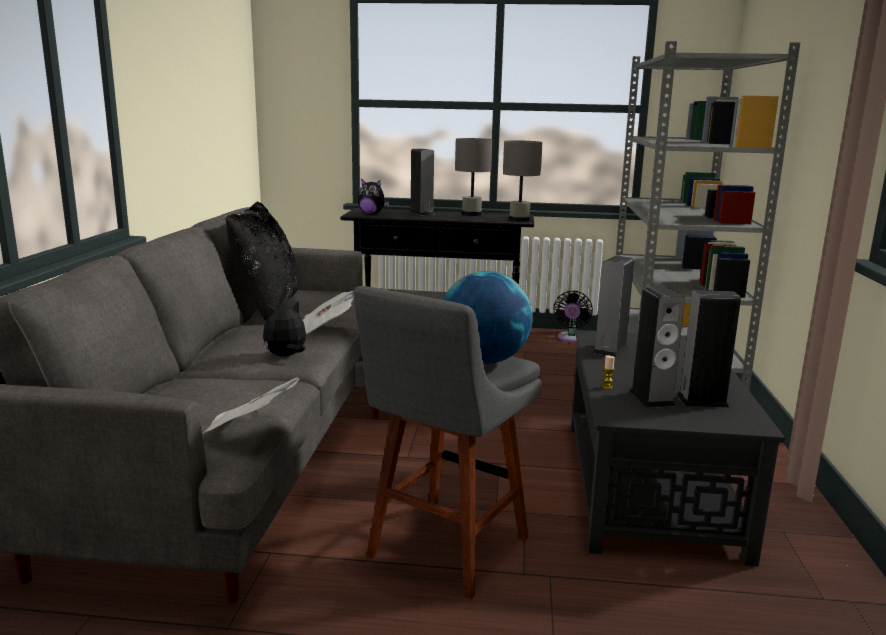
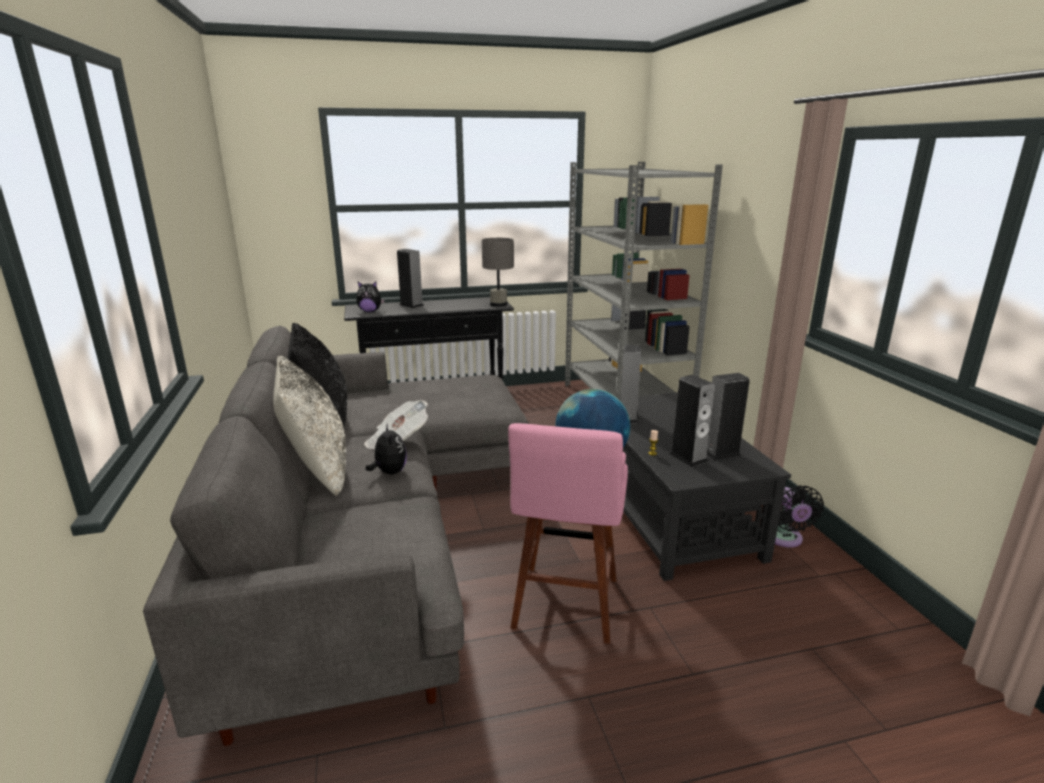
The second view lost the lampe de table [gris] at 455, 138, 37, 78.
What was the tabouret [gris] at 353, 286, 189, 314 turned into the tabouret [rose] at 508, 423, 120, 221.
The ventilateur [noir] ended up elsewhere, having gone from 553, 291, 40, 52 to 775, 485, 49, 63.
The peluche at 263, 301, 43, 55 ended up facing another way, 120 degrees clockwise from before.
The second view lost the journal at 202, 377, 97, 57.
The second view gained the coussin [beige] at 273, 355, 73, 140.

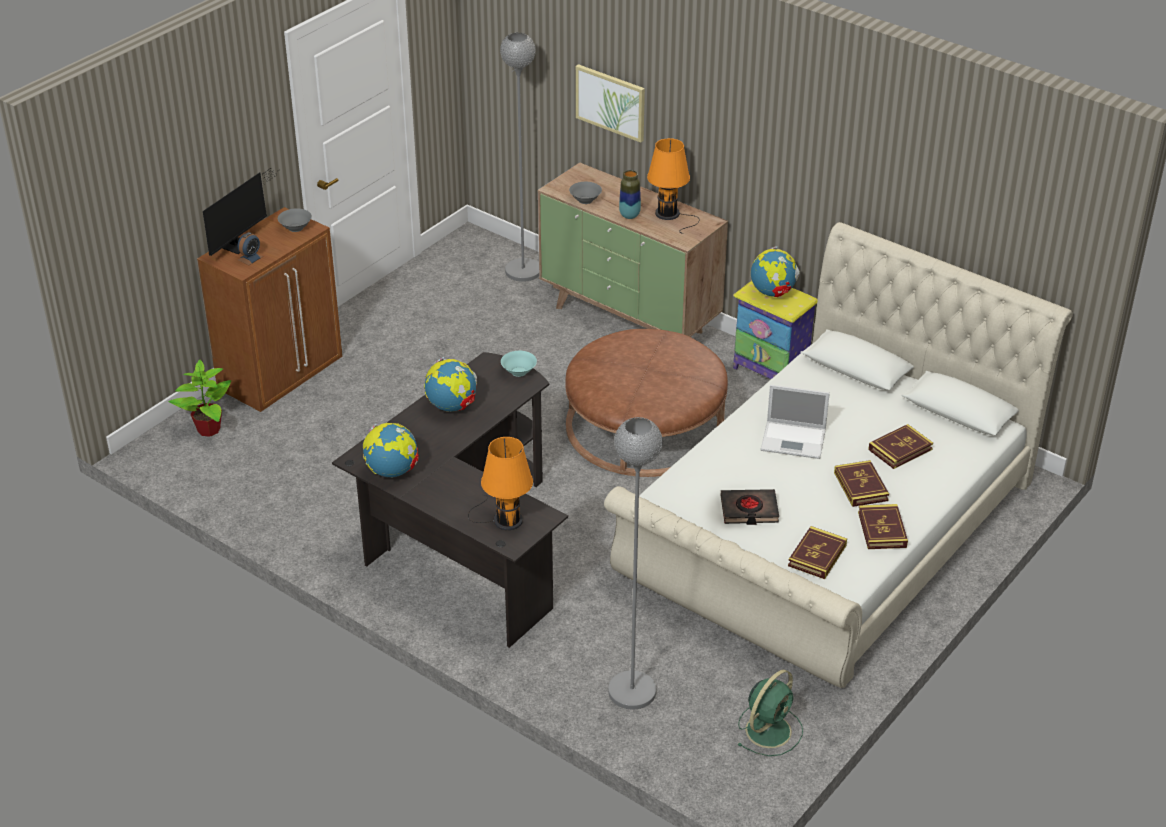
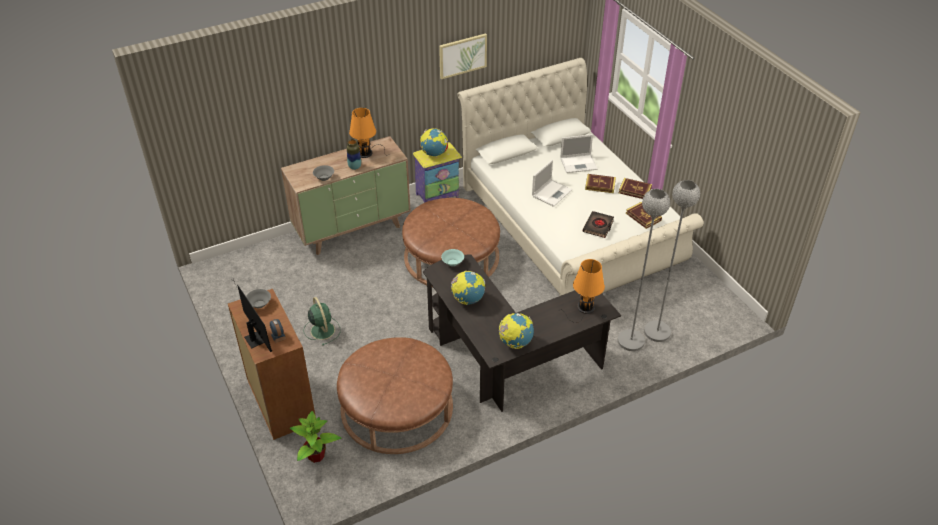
The lampadaire [gris] ended up elsewhere, having gone from 500, 32, 39, 250 to 618, 189, 52, 162.
The tableau ended up elsewhere, having gone from 576, 64, 69, 79 to 439, 33, 48, 46.
Where the livre stood at 868, 424, 65, 45, the ordinateur portable came to stand at 560, 134, 37, 39.
The ventilateur [vert] ended up elsewhere, having gone from 738, 669, 65, 87 to 304, 297, 36, 48.
The second view gained the pouf [marron] at 337, 337, 116, 117.

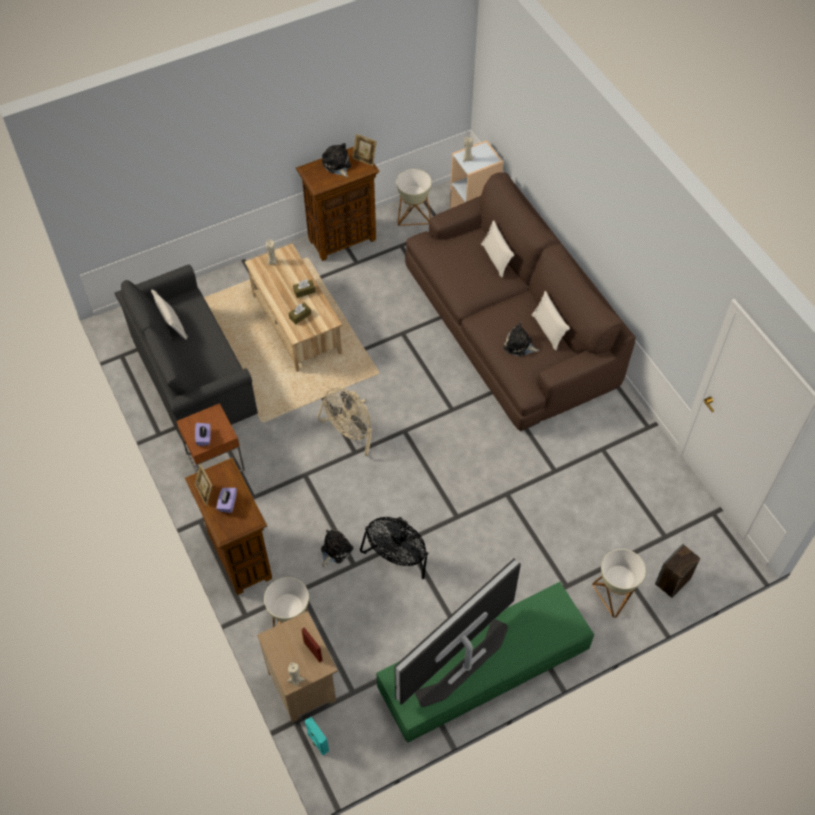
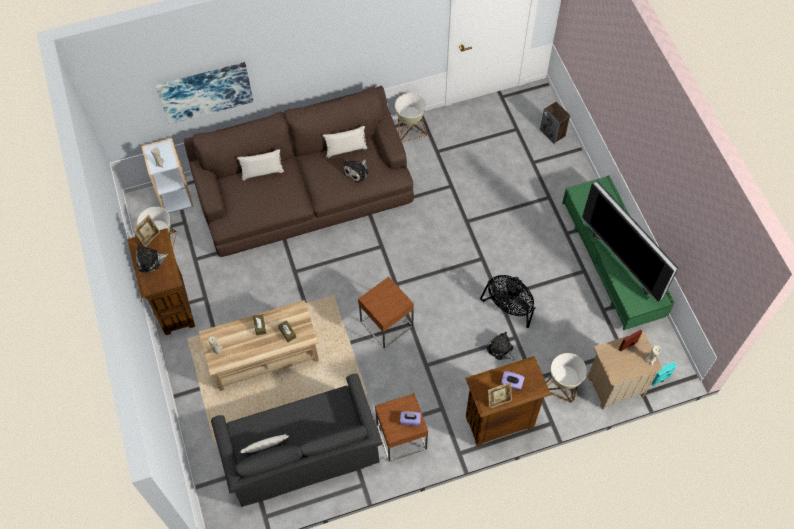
Where the ventilateur [beige] stood at 318, 387, 55, 69, the table d'appoint [marron] came to stand at 358, 277, 56, 71.
The ventilateur [noir] at 360, 517, 69, 62 ended up facing another way, 90 degrees clockwise from before.
The cache-pot ended up elsewhere, having gone from 592, 549, 54, 69 to 395, 93, 32, 49.
The second view gained the tableau at 156, 62, 98, 62.

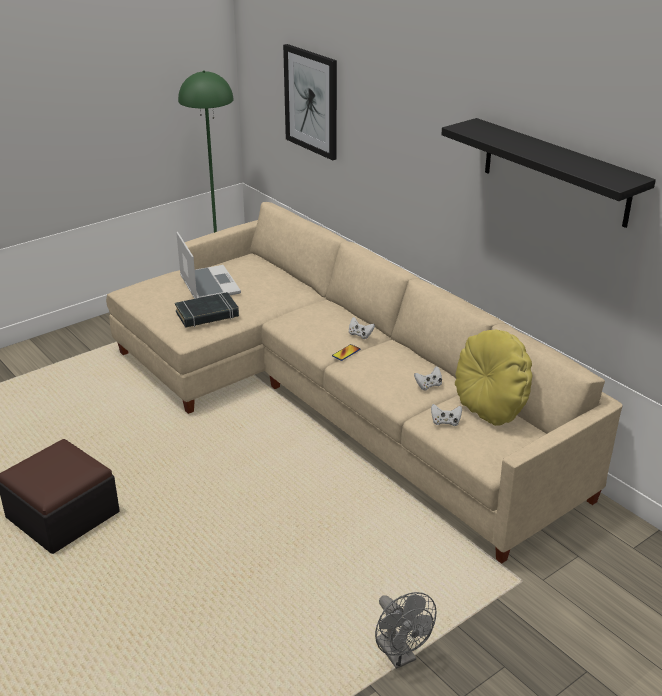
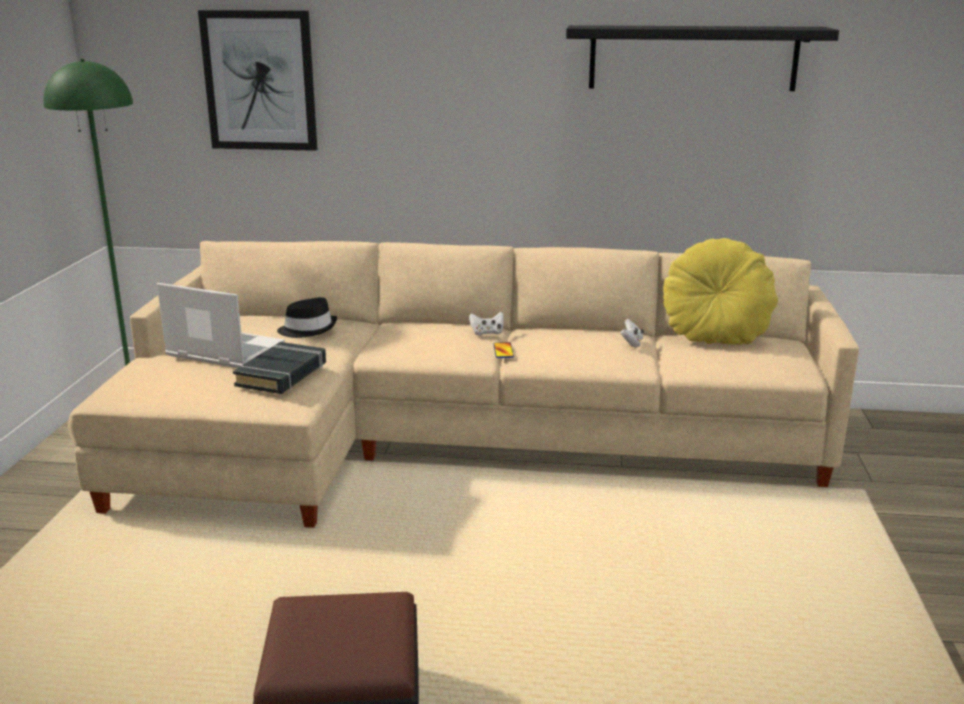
The second view lost the manette [blanc] at 431, 404, 31, 22.
The second view lost the ventilateur [gris] at 375, 592, 62, 77.
The second view gained the chapeau [noir] at 277, 297, 60, 41.

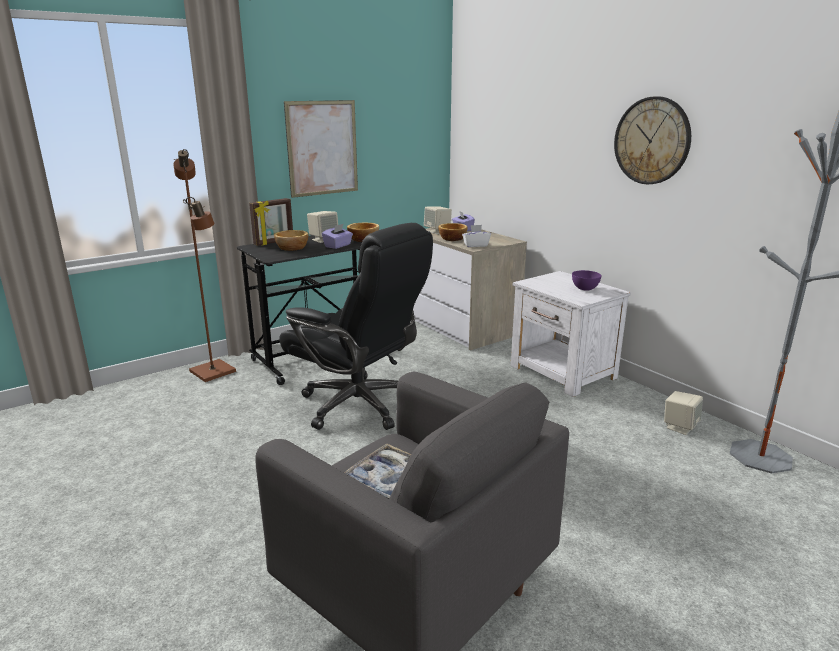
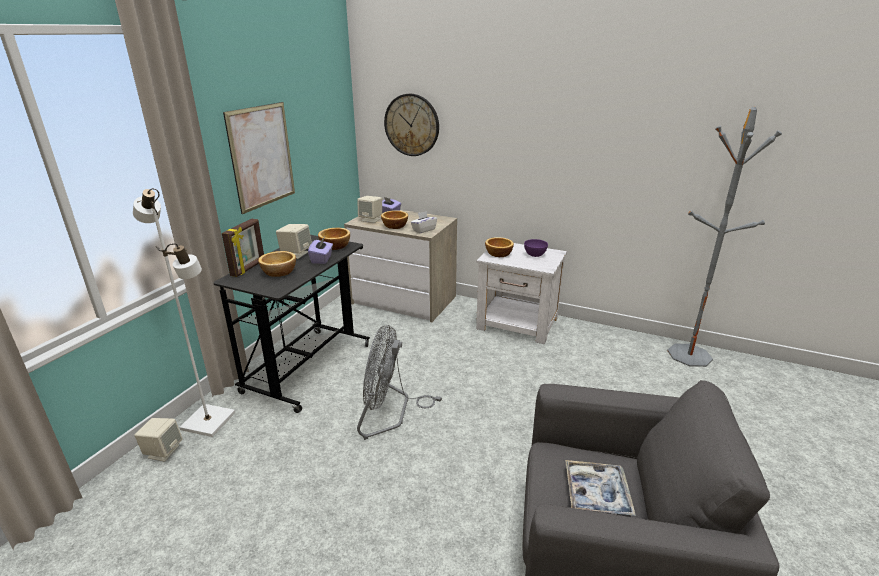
The horloge murale ended up elsewhere, having gone from 614, 96, 77, 88 to 384, 94, 55, 62.
What was the lampadaire [marron] at 173, 149, 63, 233 turned into the lampadaire [blanc] at 133, 188, 102, 249.
Where the chaise de bureau [noir] stood at 280, 223, 153, 207, the ventilateur [gris] came to stand at 357, 325, 85, 115.
The enceinte [beige] ended up elsewhere, having gone from 664, 391, 39, 44 to 134, 418, 48, 44.
The second view gained the bol at 485, 237, 29, 20.

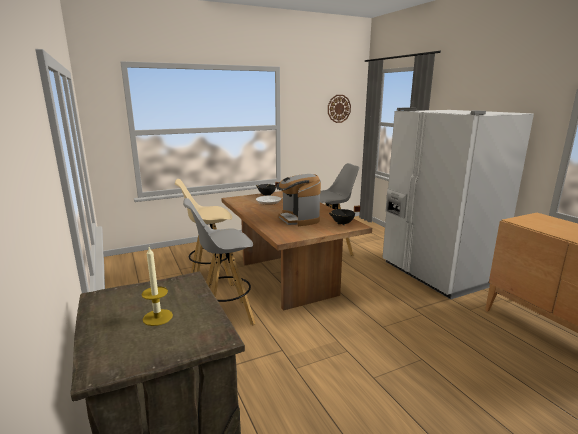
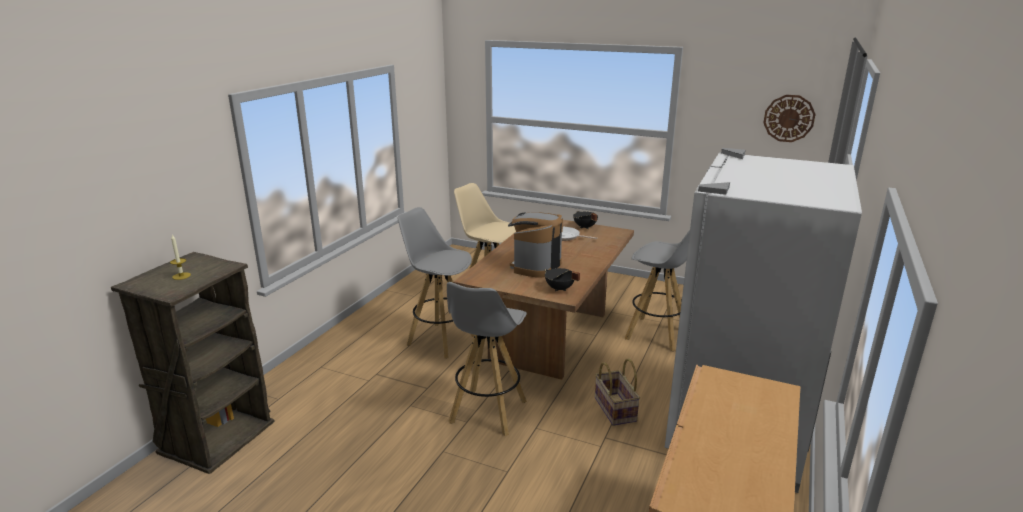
The second view gained the tabouret [gris] at 447, 282, 80, 154.
The second view gained the panier at 595, 358, 45, 68.

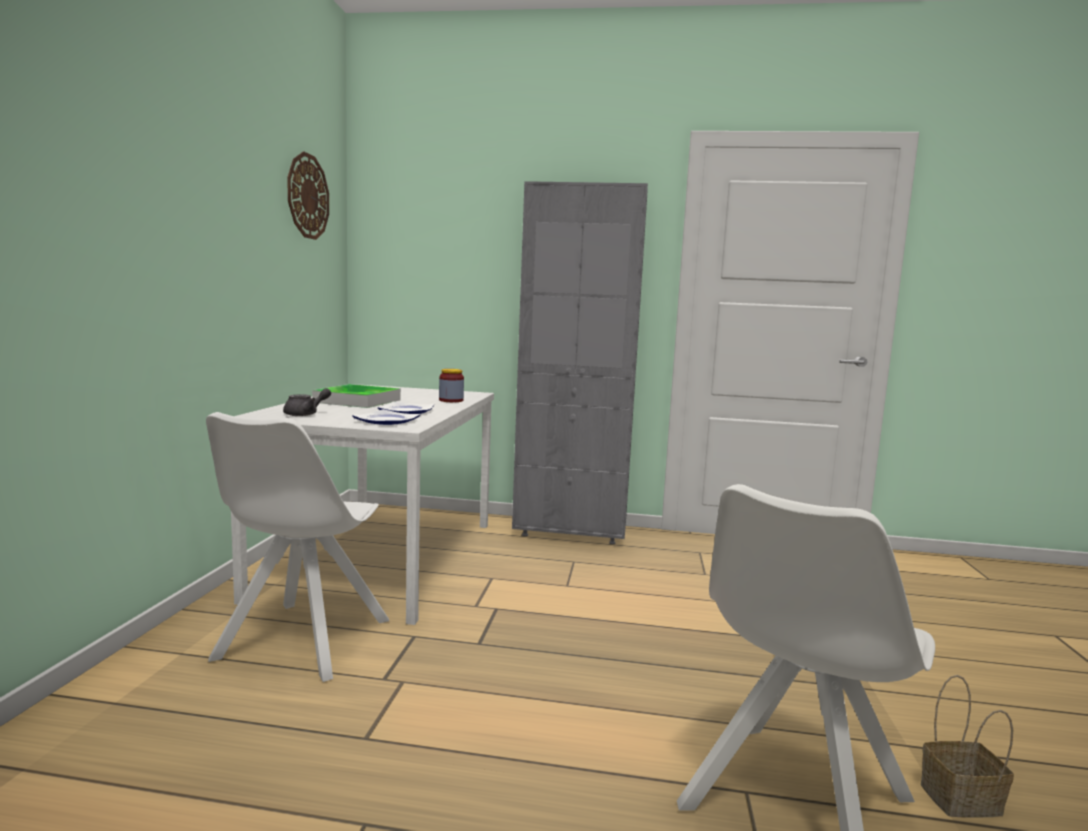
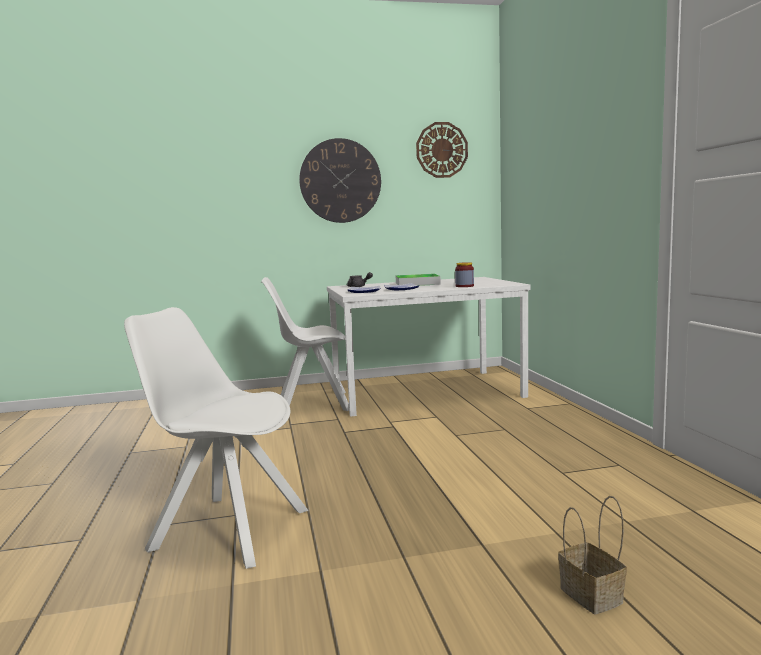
The second view lost the meuble de rangement [gris] at 512, 181, 136, 363.
The panier ended up elsewhere, having gone from 921, 675, 93, 143 to 558, 496, 69, 118.
The second view gained the horloge murale at 299, 138, 82, 85.

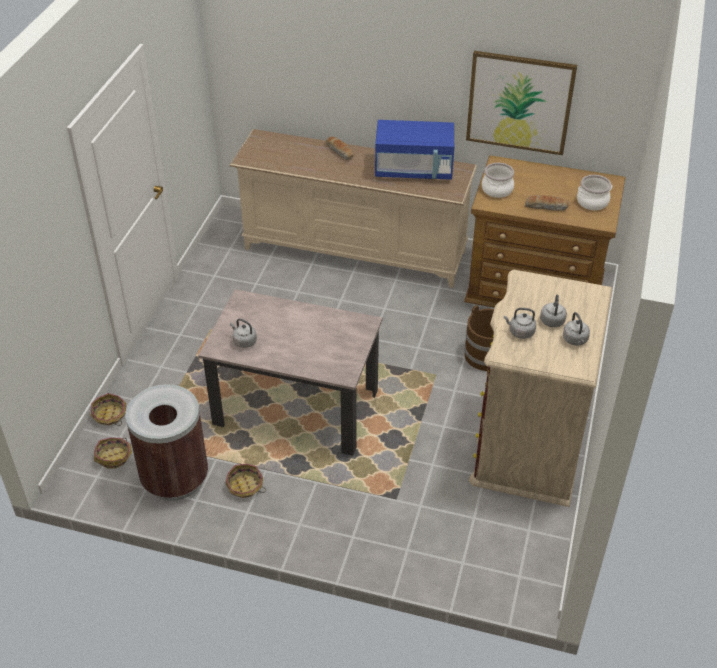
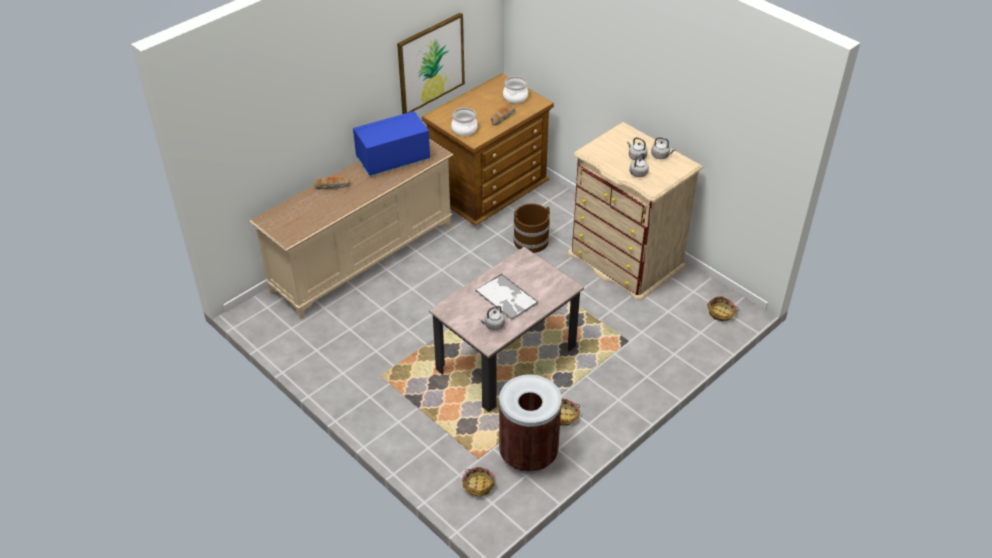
The micro-ondes [bleu] at 375, 120, 80, 60 ended up facing another way, 150 degrees counterclockwise from before.
The panier ended up elsewhere, having gone from 91, 393, 35, 33 to 707, 296, 32, 26.
The second view gained the plateau at 475, 274, 63, 46.

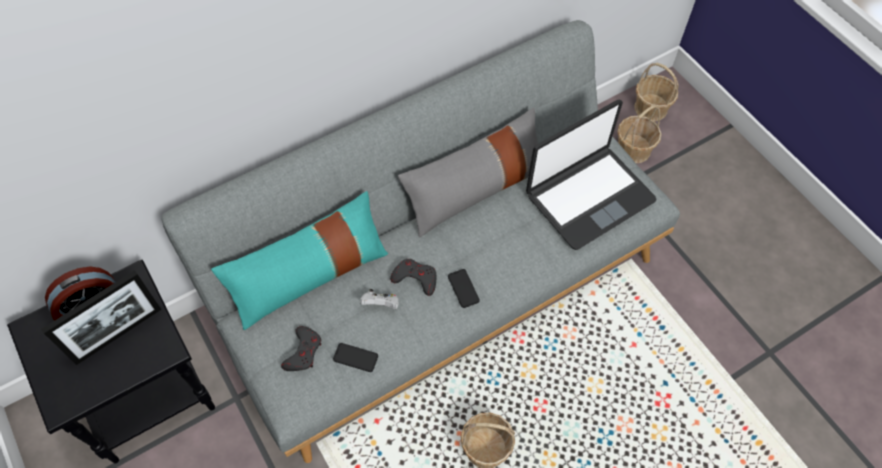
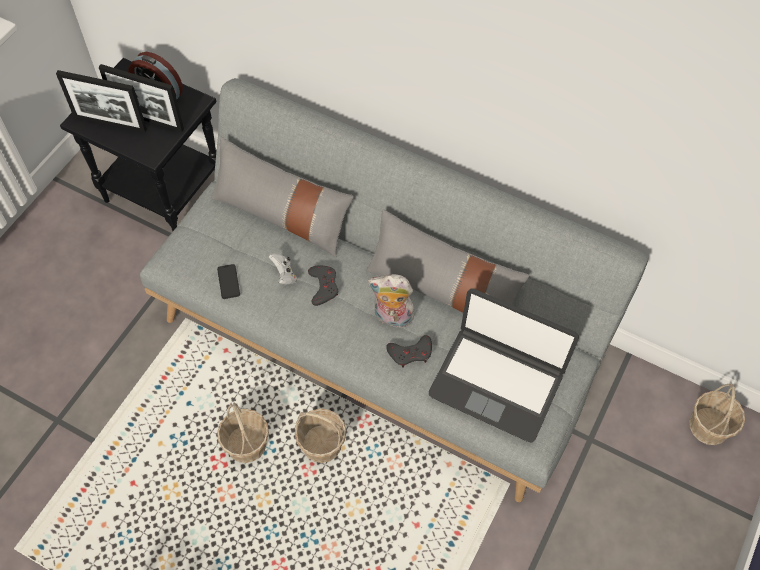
The panier ended up elsewhere, having gone from 617, 105, 45, 58 to 295, 409, 51, 54.
What was the coussin [turquoise] at 211, 191, 177, 139 turned into the coussin [gris] at 211, 137, 143, 120.
The second view lost the téléphone at 448, 269, 32, 39.
The manette [gris] ended up elsewhere, having gone from 281, 326, 40, 45 to 386, 335, 46, 33.
The second view gained the cadre photo at 56, 70, 91, 62.
The second view gained the peluche at 368, 274, 46, 54.

